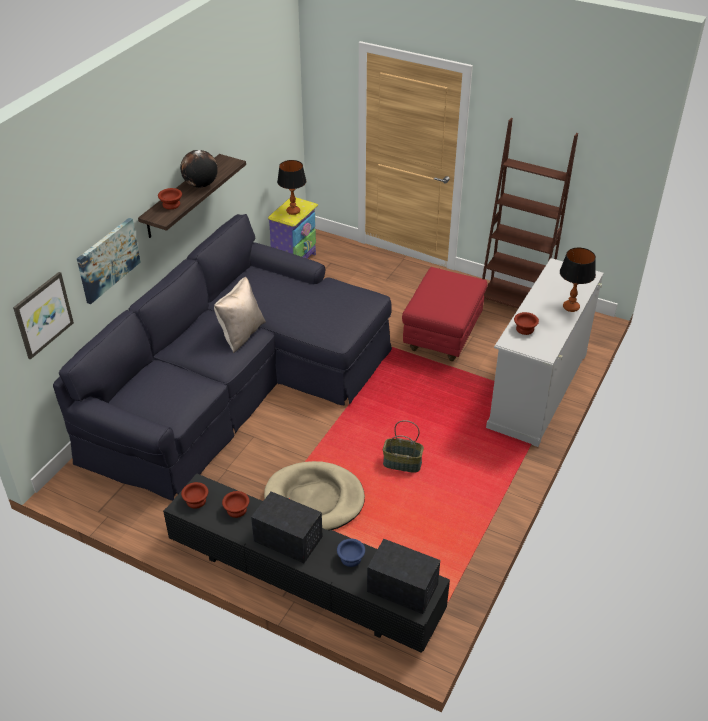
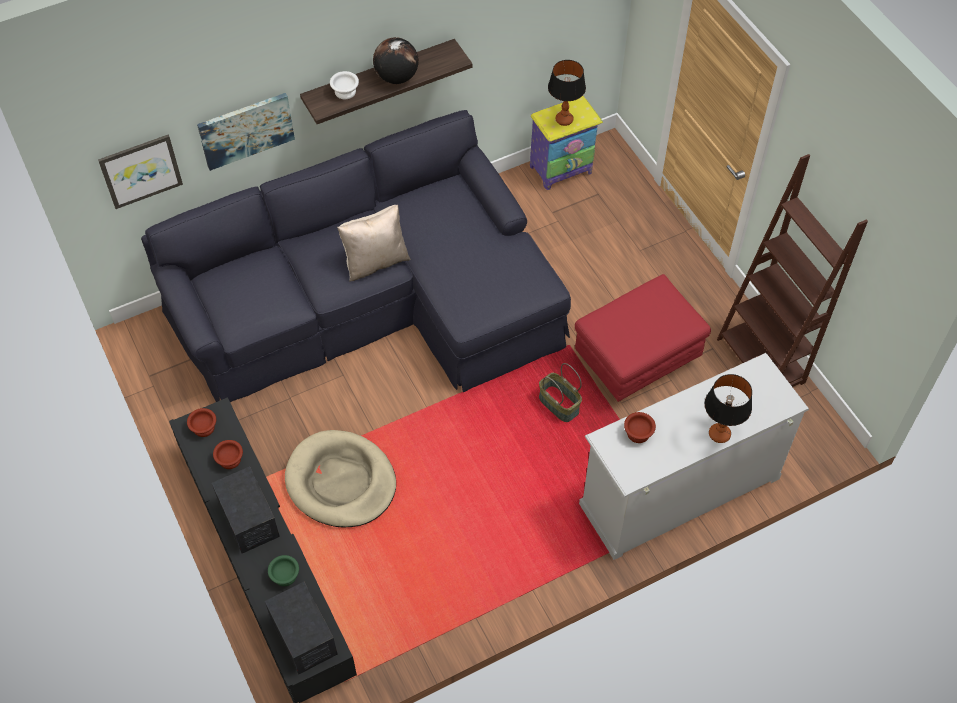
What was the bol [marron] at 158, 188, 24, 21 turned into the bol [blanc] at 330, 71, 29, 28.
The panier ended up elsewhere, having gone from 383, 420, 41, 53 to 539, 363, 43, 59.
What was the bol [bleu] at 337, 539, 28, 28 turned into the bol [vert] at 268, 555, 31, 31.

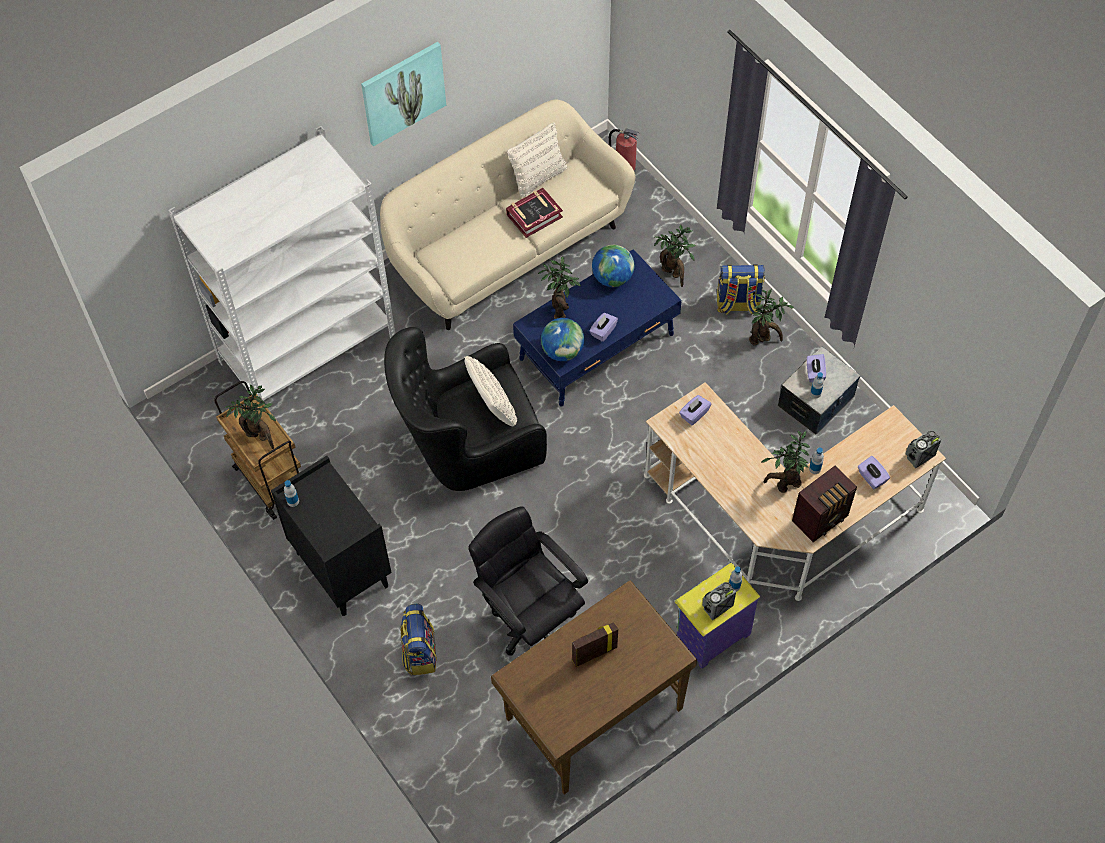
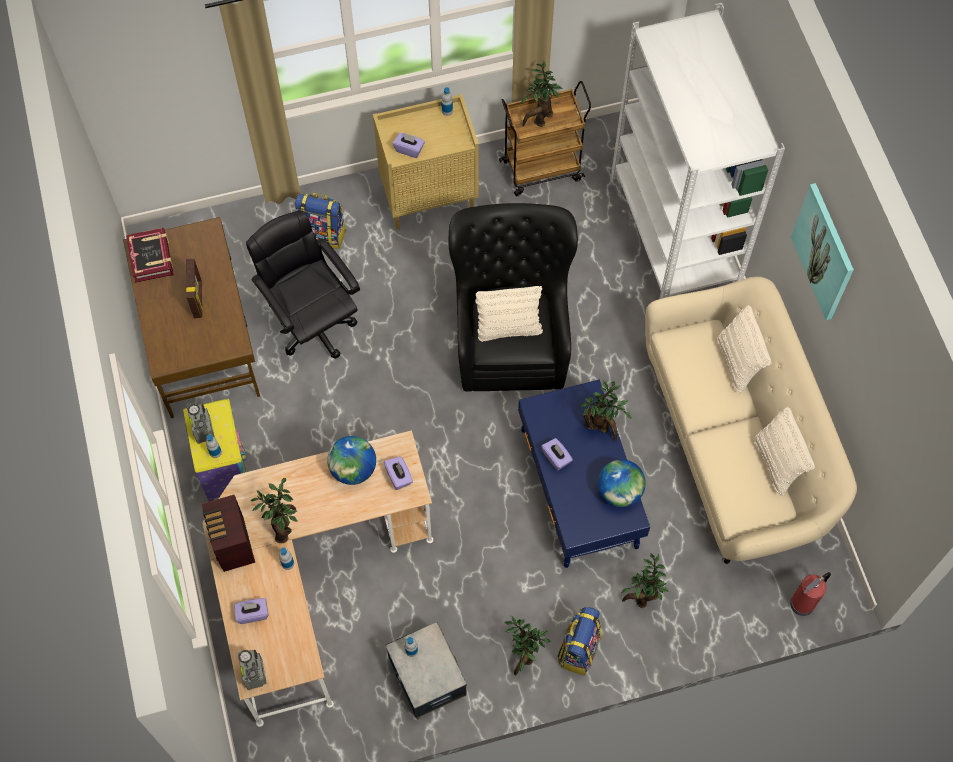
The livre ended up elsewhere, having gone from 506, 188, 57, 50 to 126, 228, 47, 55.
The globe ended up elsewhere, having gone from 541, 318, 43, 43 to 327, 436, 49, 49.
The boîte à mouchoirs [violet] ended up elsewhere, having gone from 807, 354, 19, 28 to 393, 133, 32, 25.
What was the meuble de rangement [noir] at 271, 456, 121, 160 turned into the meuble de rangement [beige] at 373, 94, 106, 136.
The chaise de bureau [noir] at 468, 506, 120, 150 ended up facing another way, 105 degrees counterclockwise from before.
The second view gained the coussin [beige] at 717, 305, 54, 88.

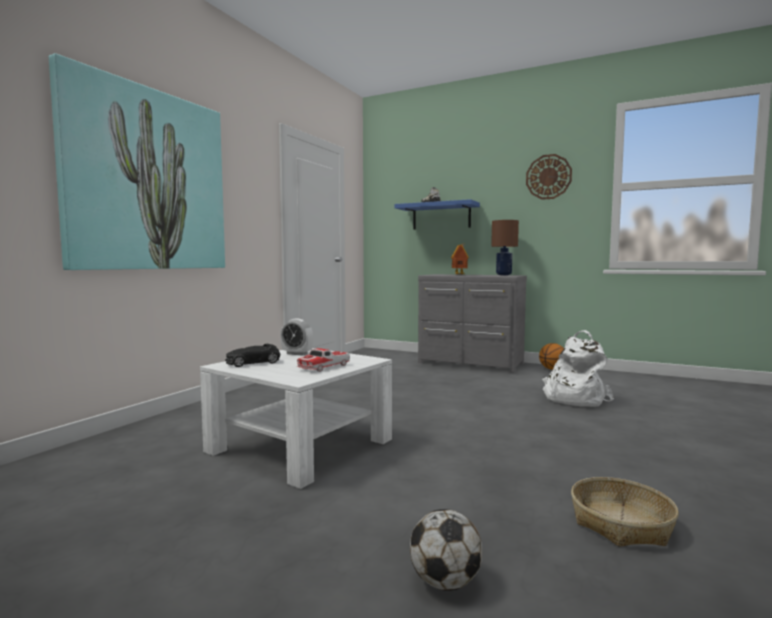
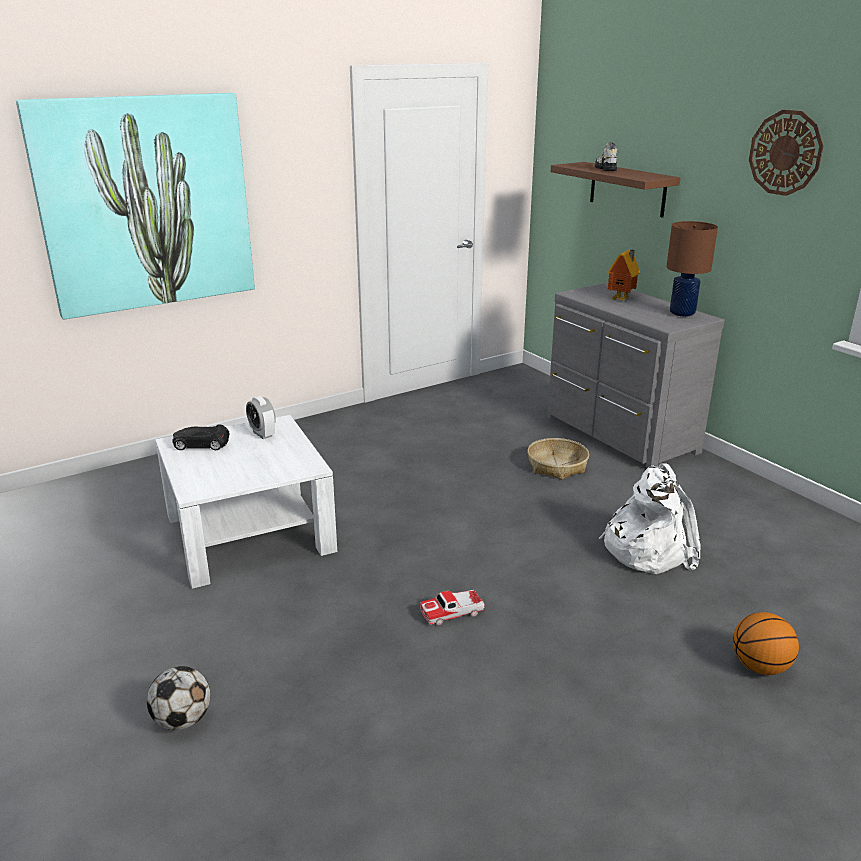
What was the étagère [bleu] at 394, 199, 86, 30 turned into the étagère [marron] at 551, 162, 129, 56.
The ballon de basket ended up elsewhere, having gone from 539, 343, 25, 27 to 733, 612, 66, 63.
The petite voiture ended up elsewhere, having gone from 297, 348, 53, 24 to 420, 590, 65, 35.
The panier ended up elsewhere, having gone from 571, 477, 108, 69 to 527, 438, 62, 42.

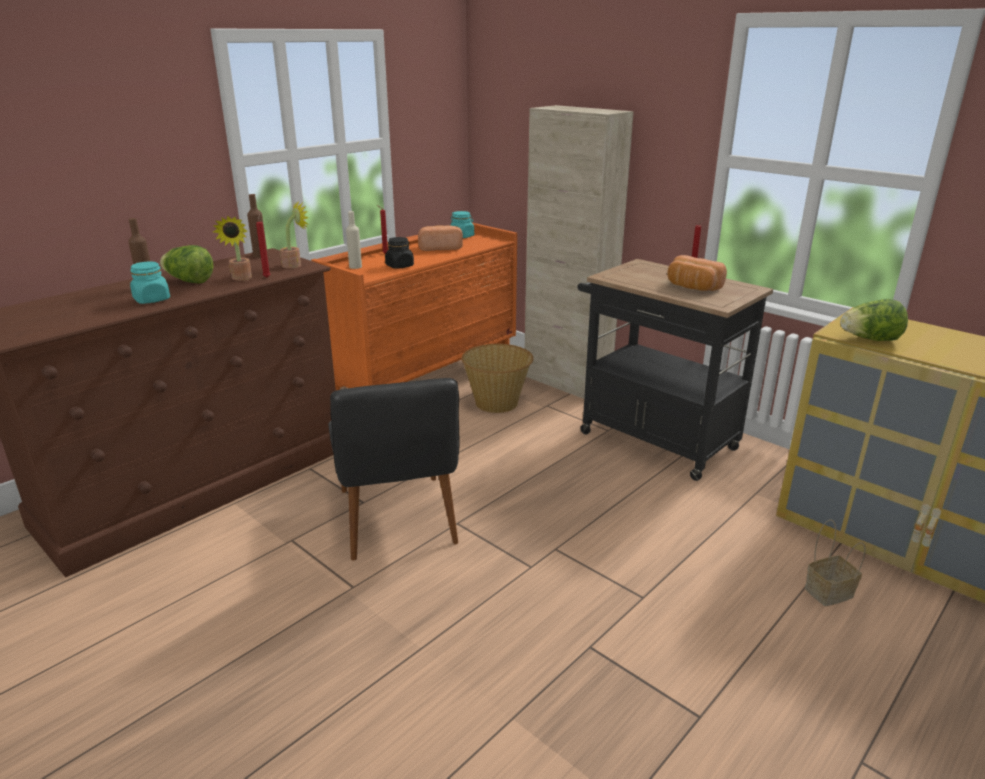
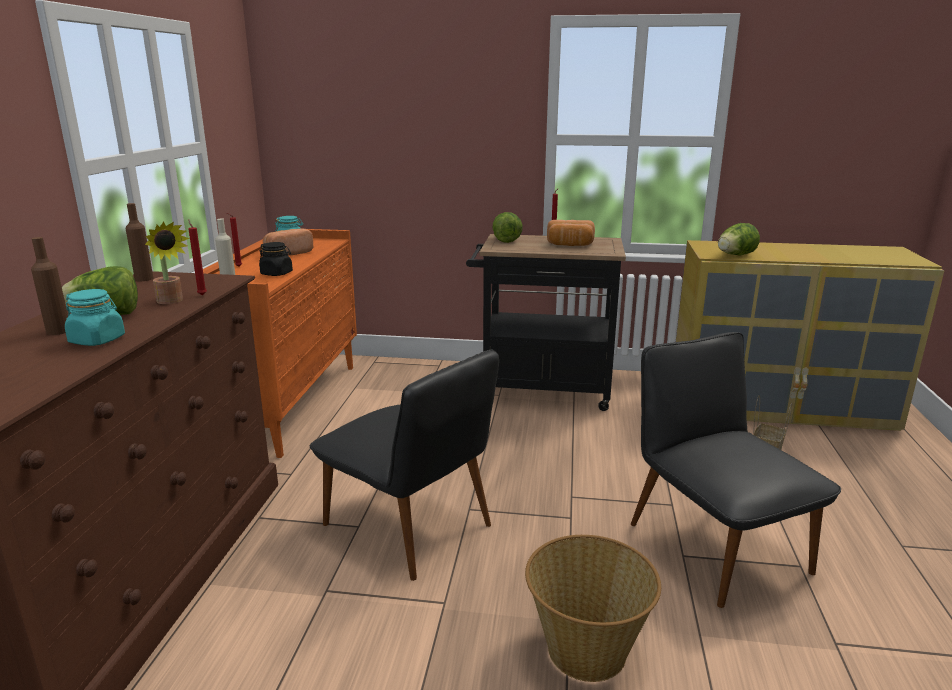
The second view lost the meuble de rangement [beige] at 525, 105, 109, 294.
The second view lost the plante en pot at 280, 200, 29, 69.
The panier ended up elsewhere, having gone from 462, 344, 71, 69 to 525, 535, 136, 147.
The second view gained the laitue at 493, 212, 30, 31.
The second view gained the chaise [noir] at 631, 332, 210, 276.

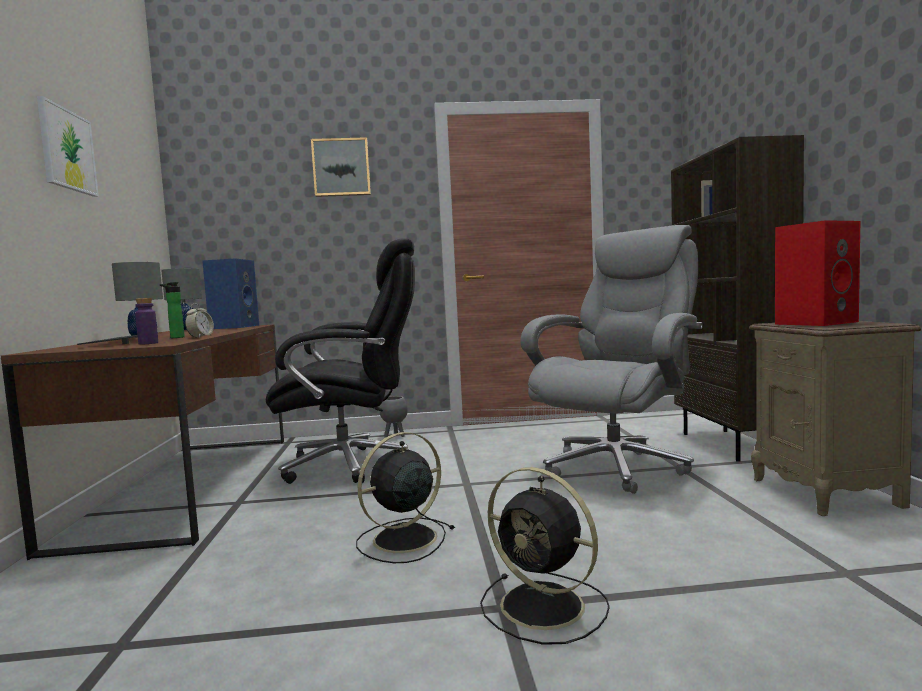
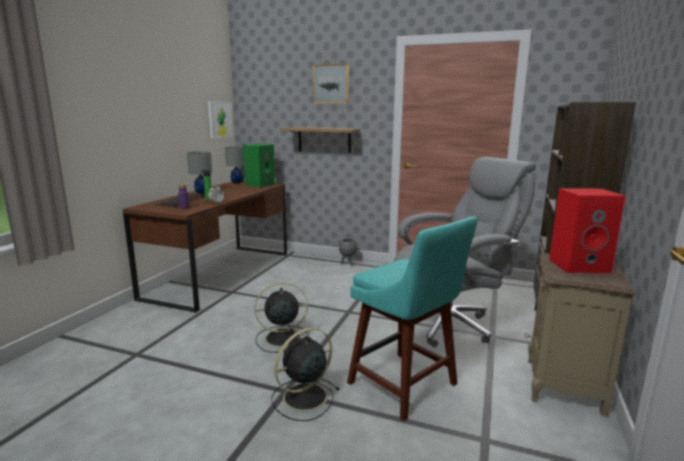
The tableau ended up elsewhere, having gone from 37, 96, 62, 101 to 208, 101, 25, 37.
The second view lost the chaise de bureau [noir] at 266, 238, 149, 246.
What was the enceinte [bleu] at 202, 258, 57, 71 turned into the enceinte [vert] at 243, 144, 32, 43.
The ventilateur [noir] at 480, 467, 130, 178 ended up facing another way, 75 degrees clockwise from before.
The second view gained the étagère at 280, 127, 80, 27.
The second view gained the chaise [turquoise] at 347, 216, 131, 205.

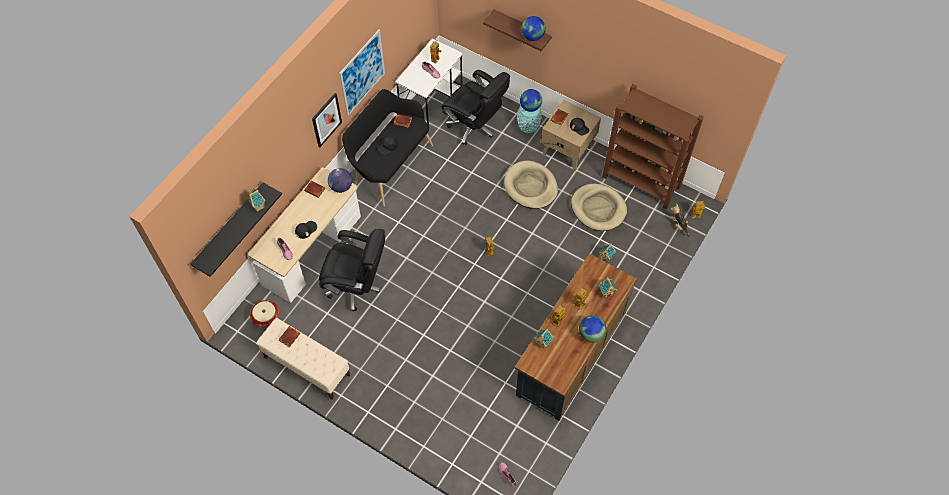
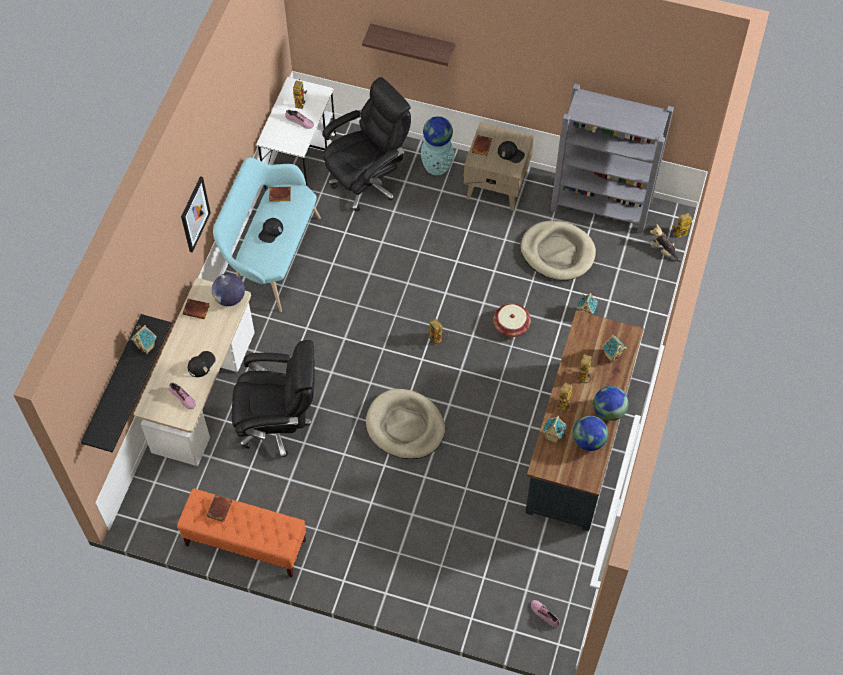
The globe ended up elsewhere, having gone from 521, 16, 25, 25 to 573, 416, 35, 35.
The second view lost the tableau at 339, 30, 46, 86.
The chaise de bureau [noir] at 441, 70, 69, 75 ended up facing another way, 60 degrees counterclockwise from before.
What was the bibliothèque [marron] at 602, 84, 102, 125 turned into the bibliothèque [gris] at 550, 84, 124, 150.
What was the banc [noir] at 342, 89, 91, 117 turned into the banc [turquoise] at 213, 157, 108, 155.
The panier pour chien [beige] ended up elsewhere, having gone from 504, 160, 54, 49 to 366, 389, 79, 70.
The panier ended up elsewhere, having gone from 250, 300, 30, 27 to 493, 303, 38, 34.
What was the banc [beige] at 257, 318, 93, 82 turned into the banc [orange] at 177, 489, 129, 88.

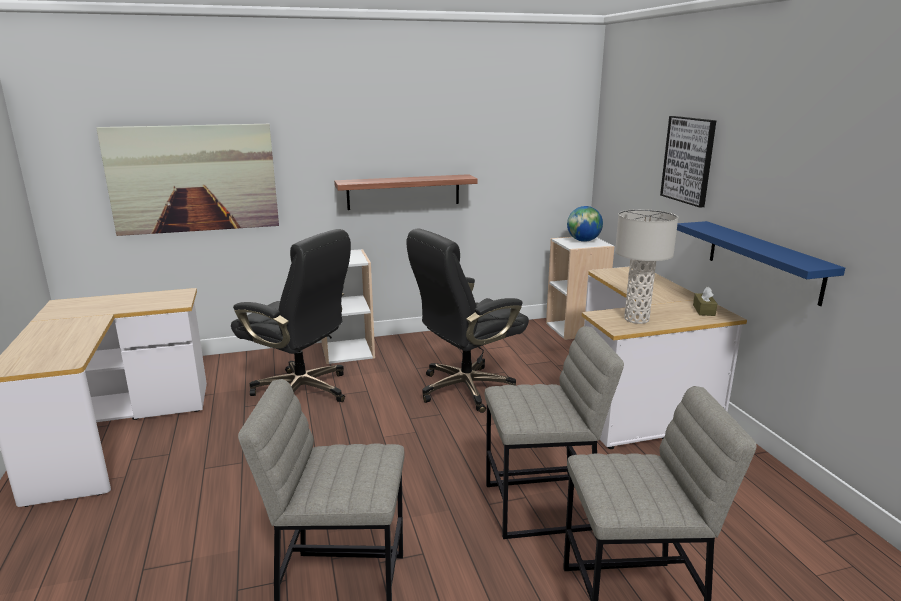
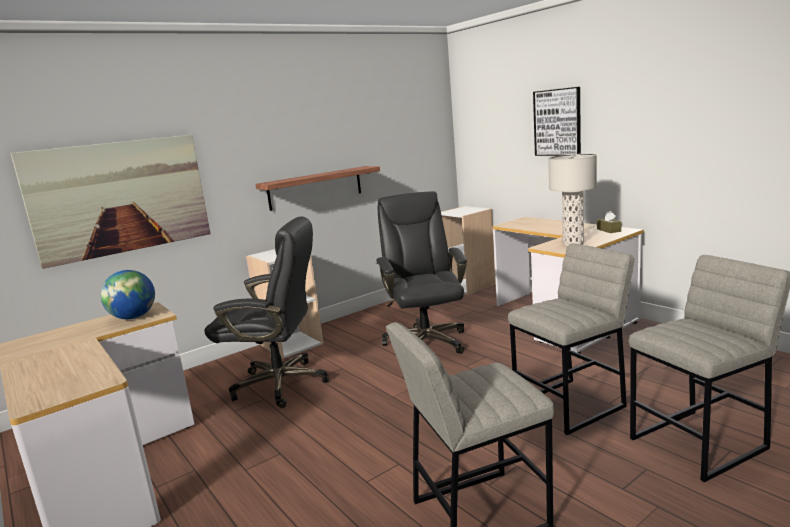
The globe ended up elsewhere, having gone from 567, 206, 36, 36 to 101, 270, 54, 49.
The second view lost the étagère [bleu] at 677, 221, 168, 85.
The chaise de bureau [noir] at 406, 229, 123, 184 ended up facing another way, 135 degrees clockwise from before.

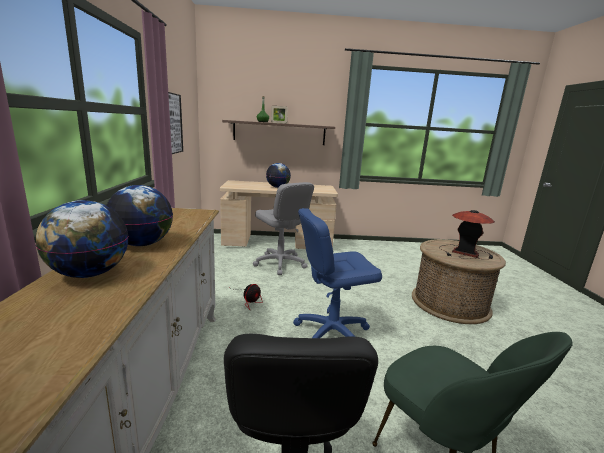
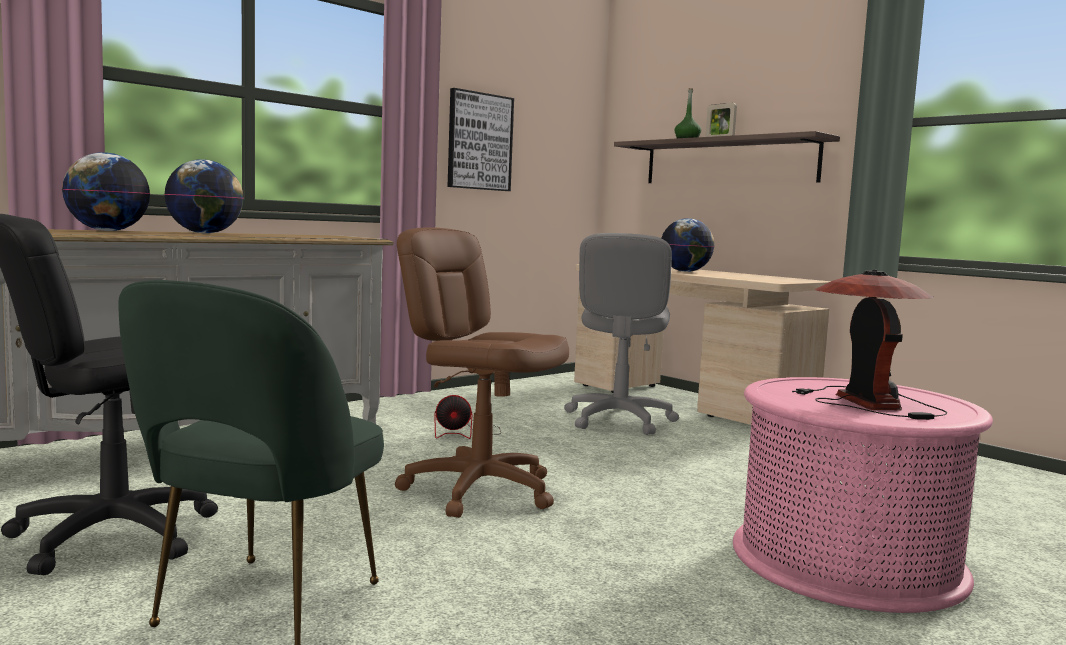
What was the chaise de bureau [bleu] at 293, 208, 89, 130 turned into the chaise de bureau [marron] at 395, 227, 174, 291.
What was the table basse [marron] at 412, 239, 94, 85 turned into the table basse [rose] at 733, 377, 260, 236.

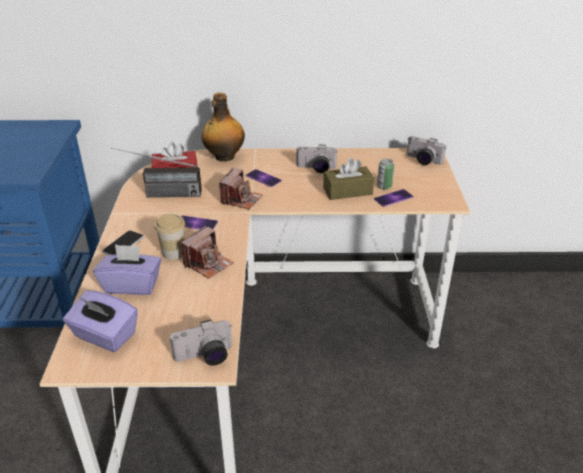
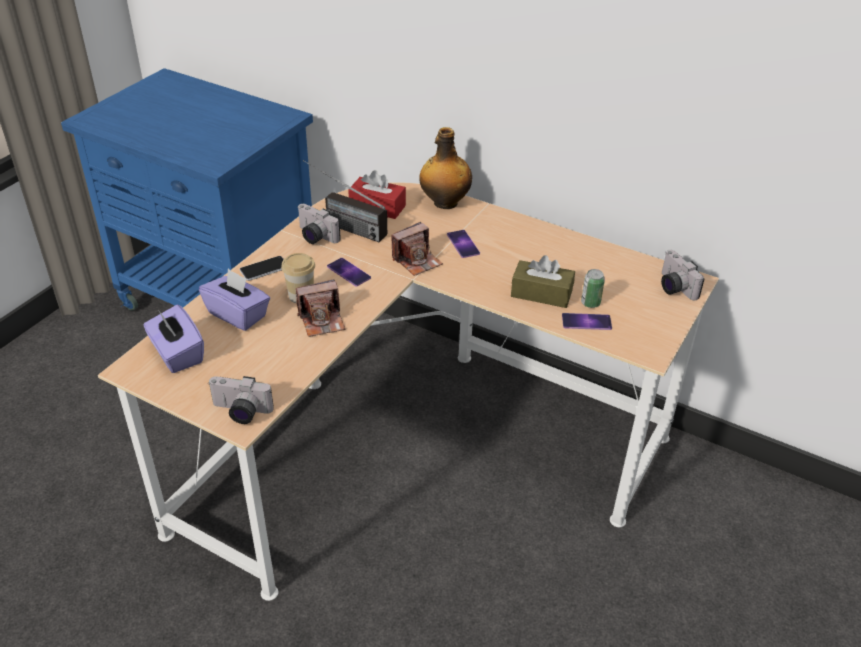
The appareil photo ended up elsewhere, having gone from 296, 144, 42, 29 to 297, 204, 44, 40.

